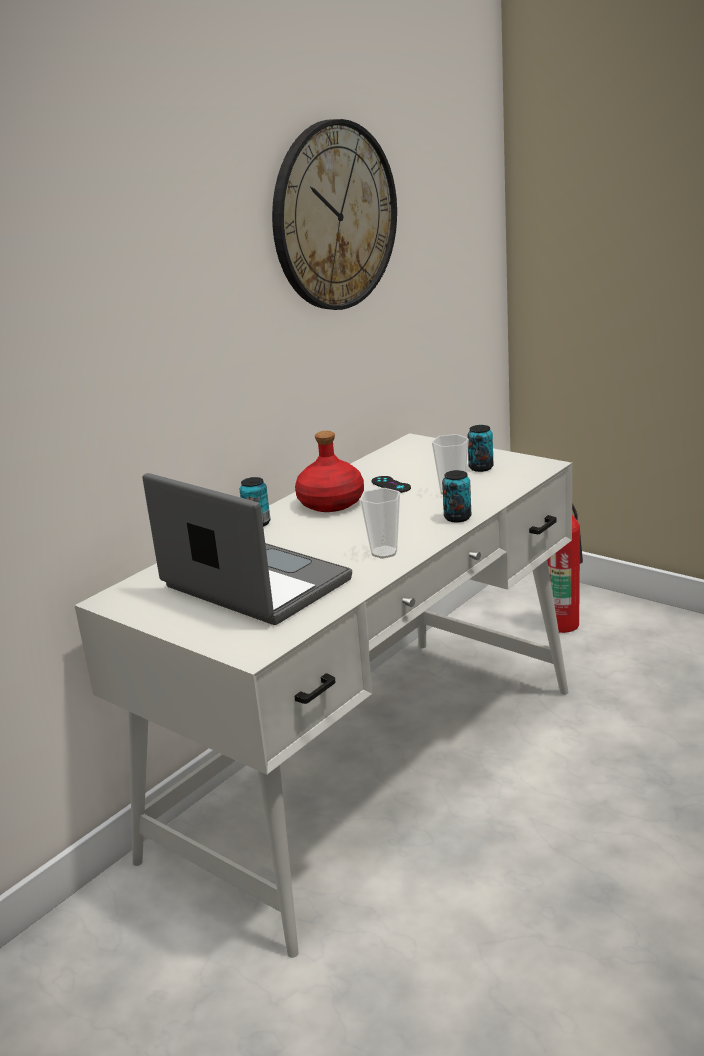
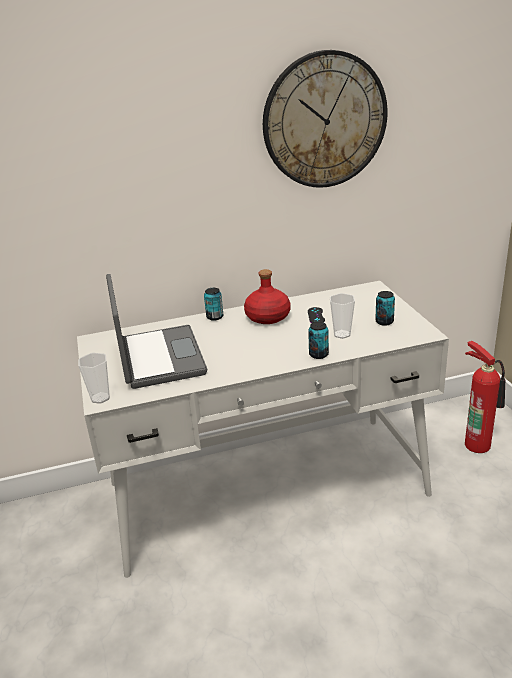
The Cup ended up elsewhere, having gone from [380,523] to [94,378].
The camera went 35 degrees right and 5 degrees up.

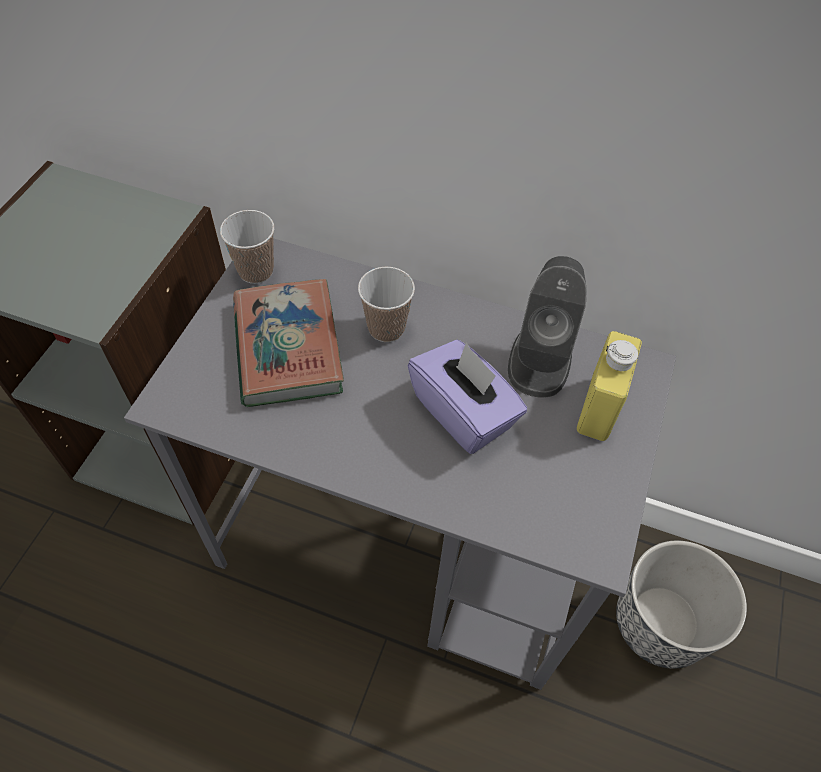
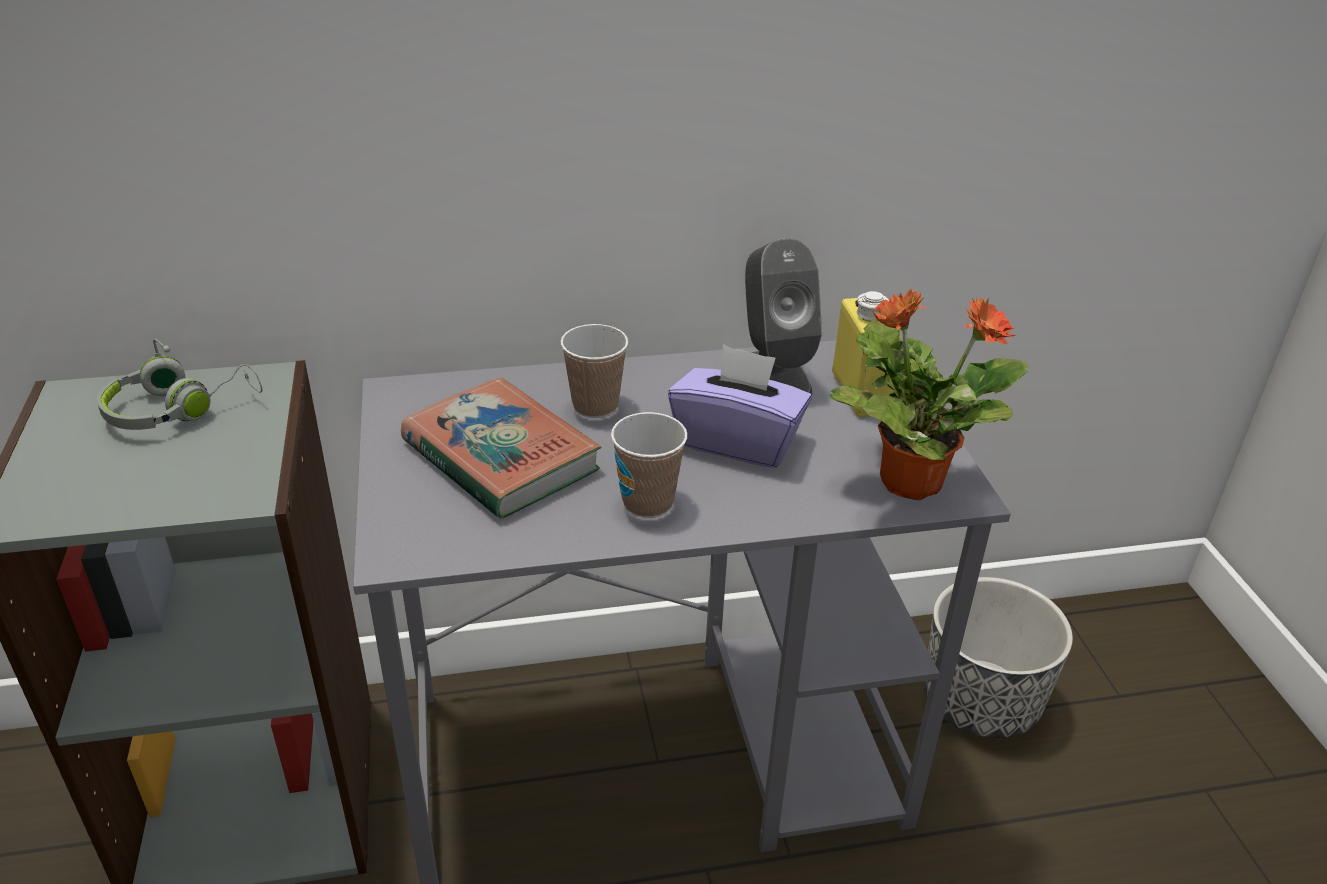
The second view gained the GreyHeadset at [179,384].
The Cup ended up elsewhere, having gone from [247,247] to [649,465].
The second view gained the PlantInAPot at [929,394].
The camera went 30 degrees left and 20 degrees down.

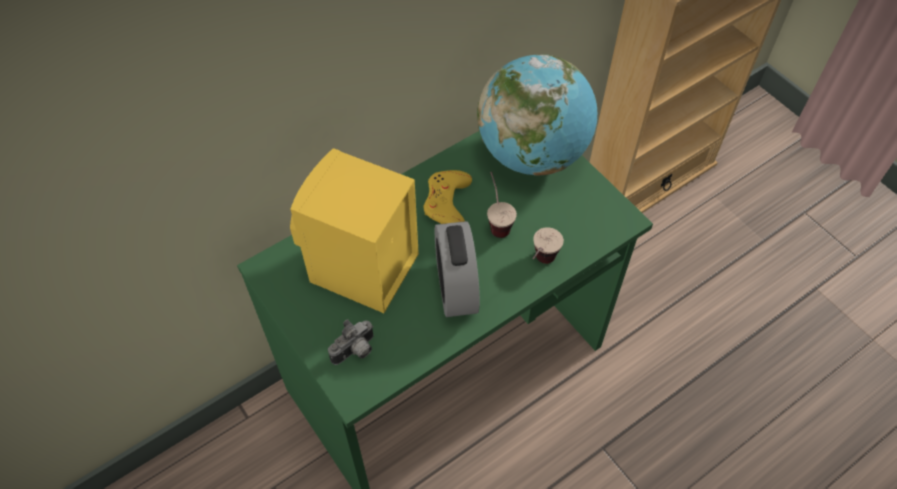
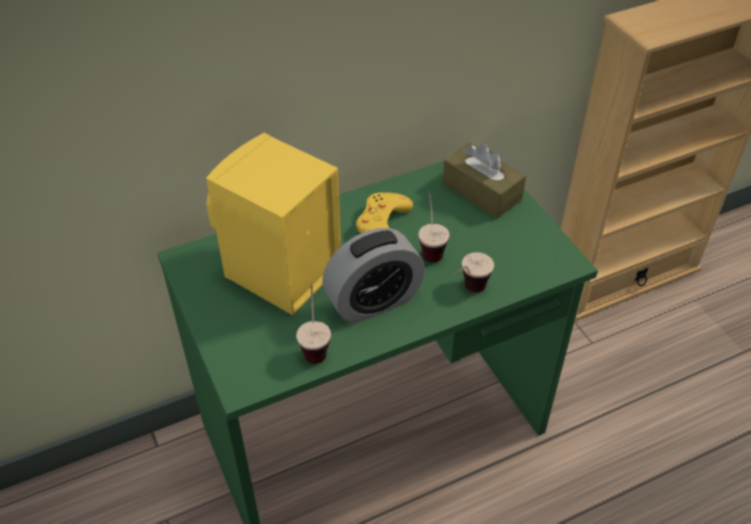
The second view gained the Cup at [313,324].
The BedsideClock at [457,269] ended up facing another way, 120 degrees counterclockwise from before.
Where the DeskGlobe stood at [537,115], the BrownColouredBoxOfTissues came to stand at [484,180].
The second view lost the PhotoCamera at [351,342].
The camera went 10 degrees right and 10 degrees down.

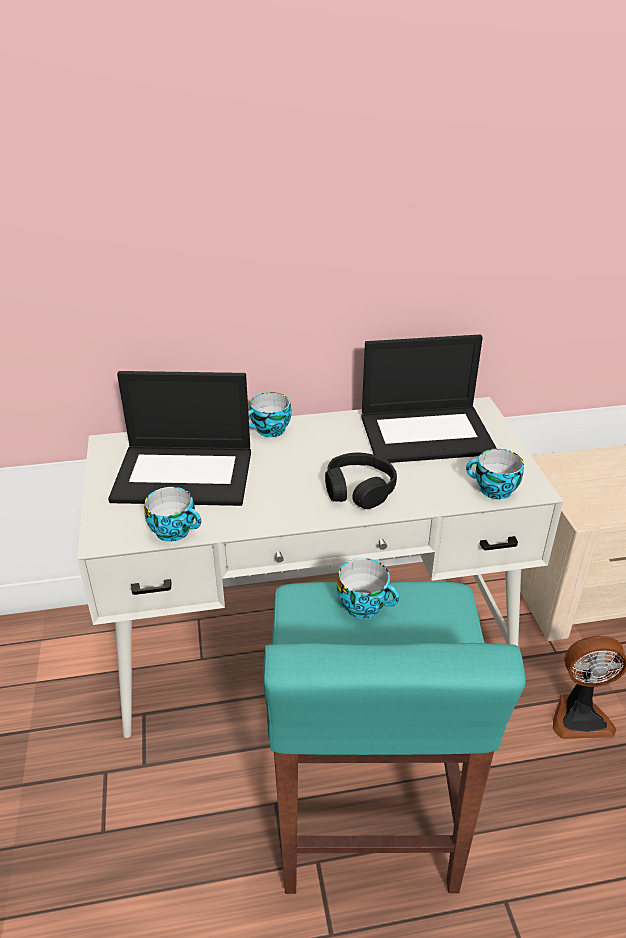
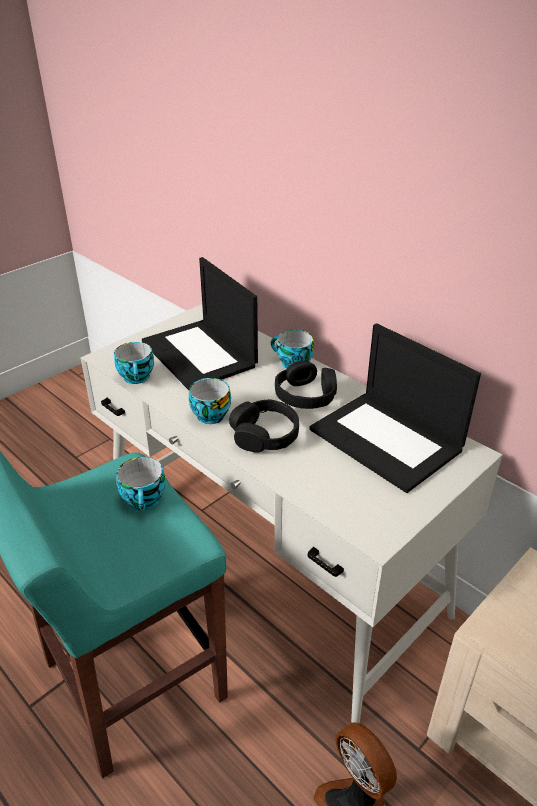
The Cup ended up elsewhere, having gone from [495,474] to [210,401].
The second view gained the BlackColouredHeadset at [306,384].
The camera went 55 degrees right and 0 degrees up.

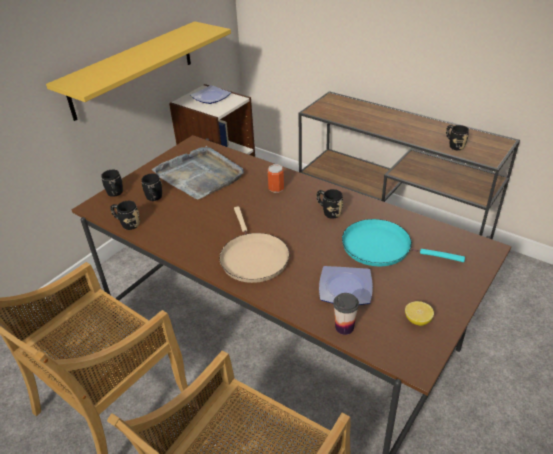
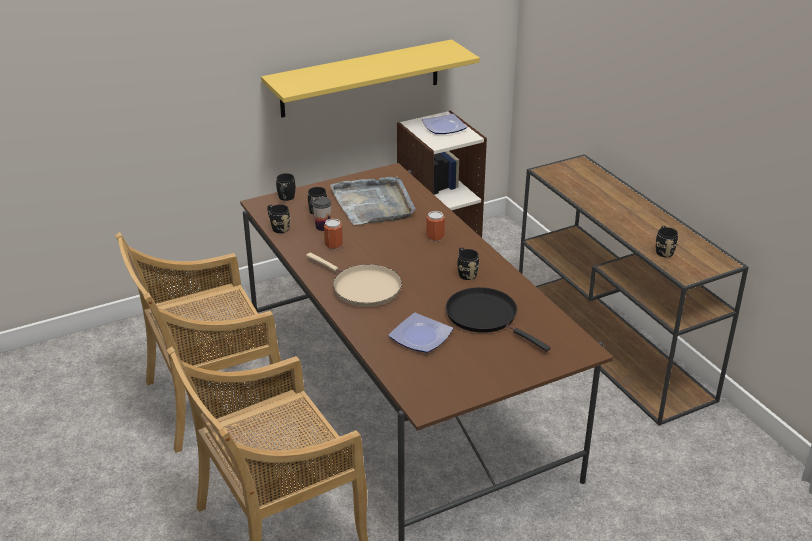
The BeigeSkillet at [254,244] ended up facing another way, 60 degrees counterclockwise from before.
The Cup ended up elsewhere, having gone from [346,314] to [322,214].
The second view gained the Can at [333,234].
What was the BlueGreenSkillet at [403,242] turned into the BlackColouredSkillet at [498,319].
The second view lost the Lemon at [419,313].
The camera went 25 degrees right and 5 degrees down.

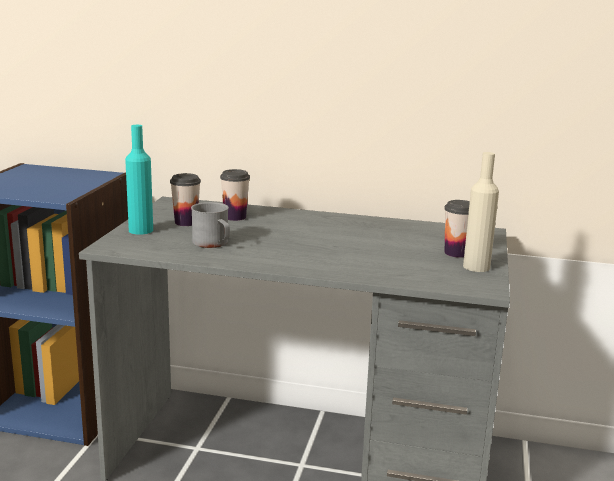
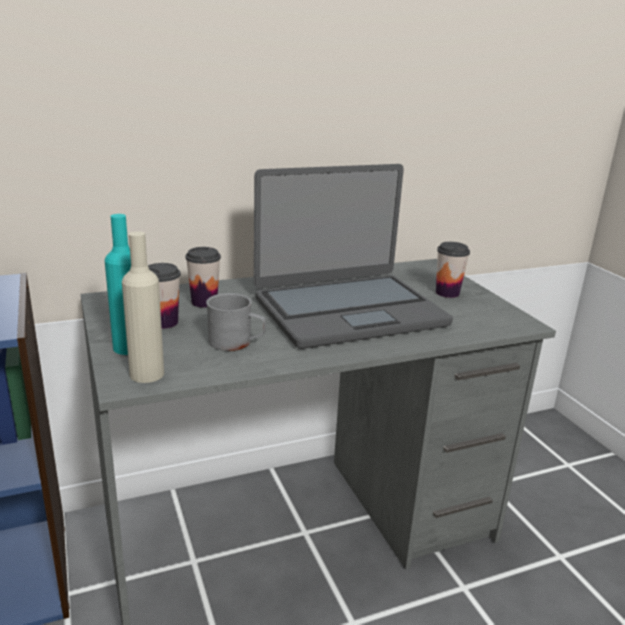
The BeigeBottle ended up elsewhere, having gone from [481,212] to [143,307].
The second view gained the NotebookComputer at [353,256].
The camera went 35 degrees left and 5 degrees up.

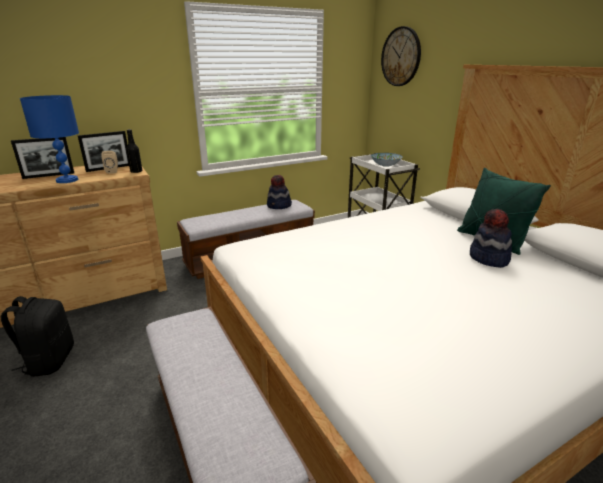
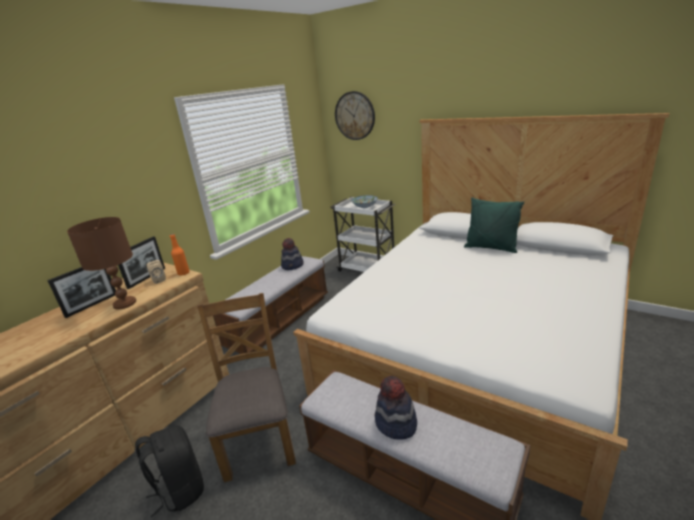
What was the BlueColouredLampForATable at [49,139] turned into the BrownColouredLampForATable at [101,263].
What was the BlackColouredBottle at [134,151] turned into the OrangeBottle at [180,255].
The second view gained the BrownColouredUprightChair at [247,387].
The ClothingHat ended up elsewhere, having gone from [491,238] to [396,408].
The camera went 25 degrees left and 0 degrees up.

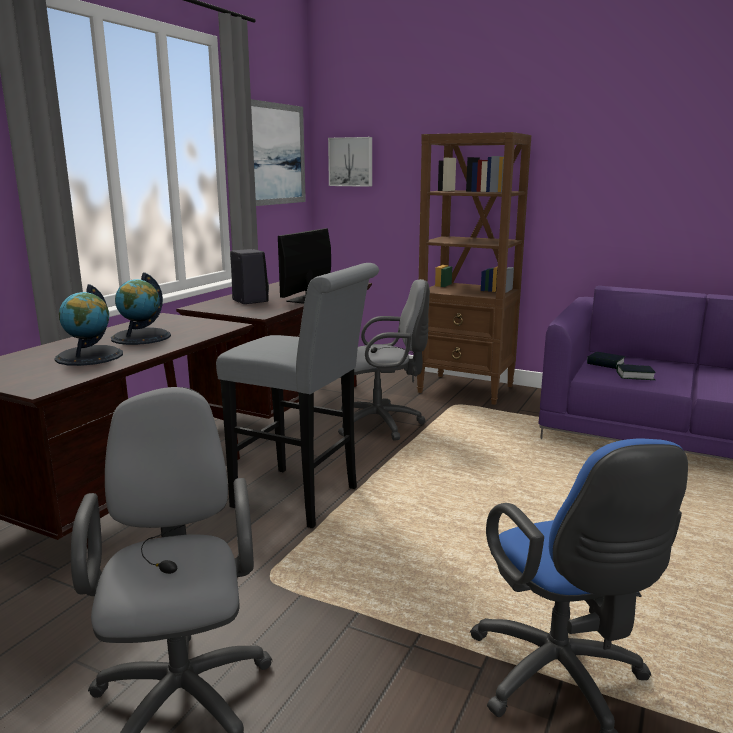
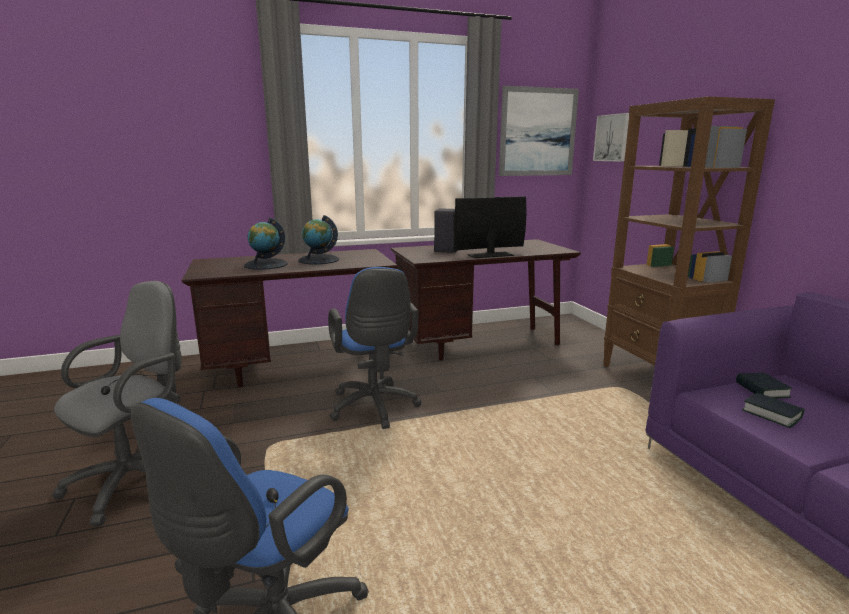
Where the GreyStool stood at [297,395], the BlueColouredComputerChair came to stand at [374,348].
The second view lost the GreyComputerChair at [384,360].
The camera went 45 degrees right and 0 degrees up.

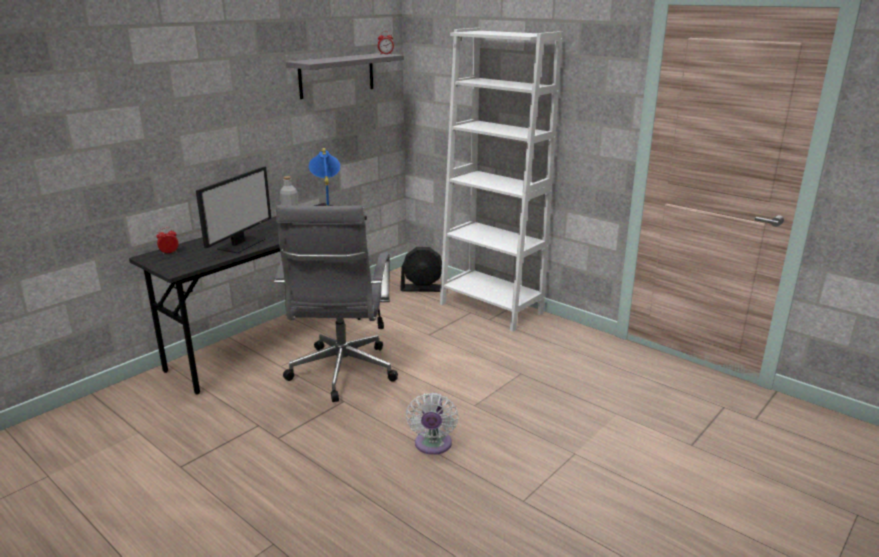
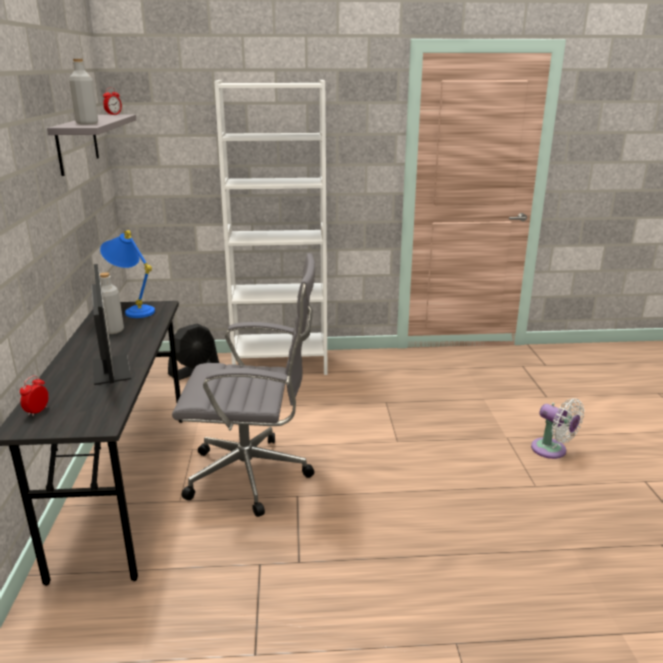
The second view gained the GreyBottle at [83,91].
The GreyComputerChair at [336,303] ended up facing another way, 45 degrees counterclockwise from before.
The WhitishCoolingFan ended up elsewhere, having gone from [432,424] to [557,428].
The camera went 45 degrees left and 0 degrees up.

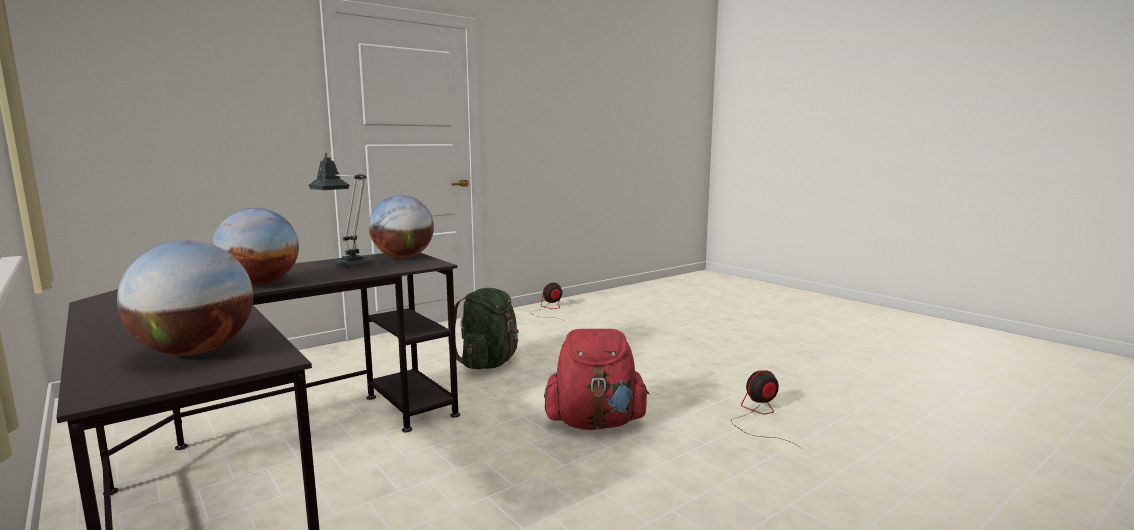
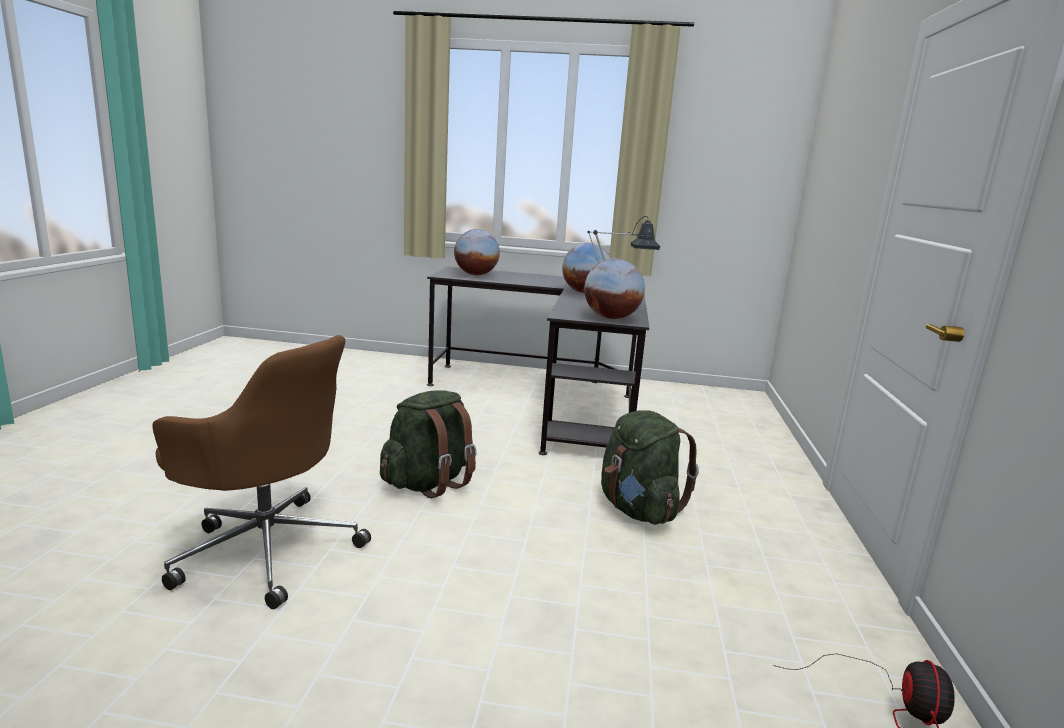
Where the CoolingFan stood at [766,409], the BrownColouredComputerChair came to stand at [262,472].
What was the ReddishBackpack at [597,379] turned into the GreenBackpack at [428,444].
The camera went 135 degrees right and 5 degrees up.

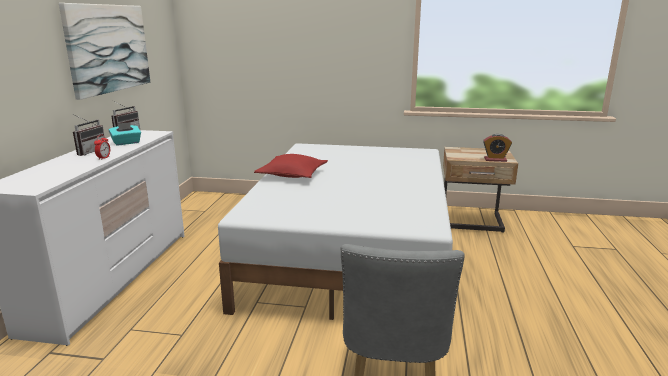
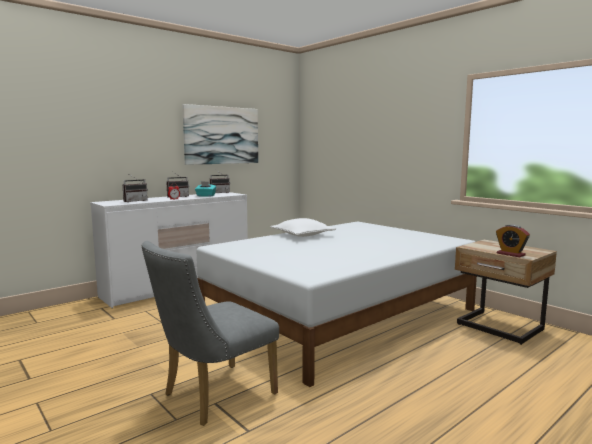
The second view gained the RadioSet at [135,188].
What was the ReddishPillow at [291,166] turned into the WhitishPillow at [303,227].
The camera went 40 degrees right and 10 degrees down.

